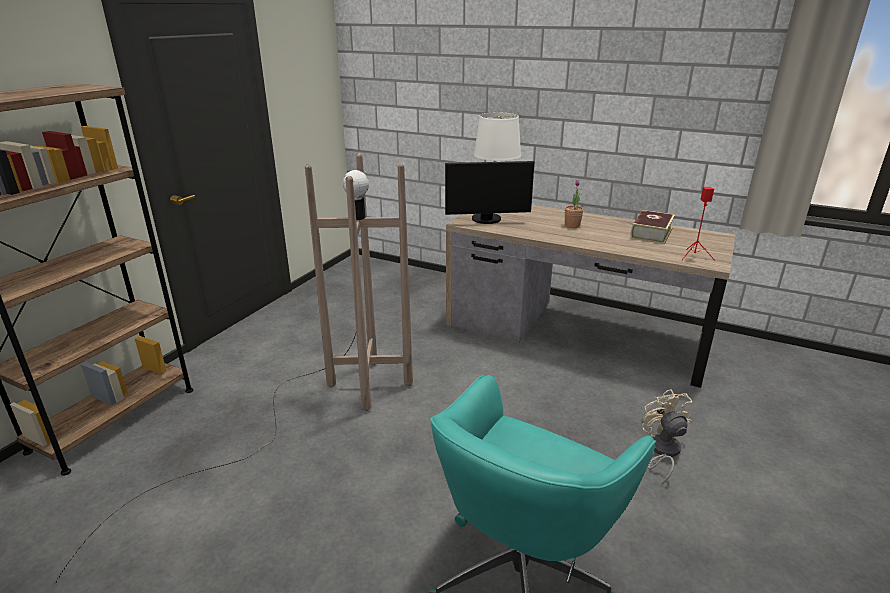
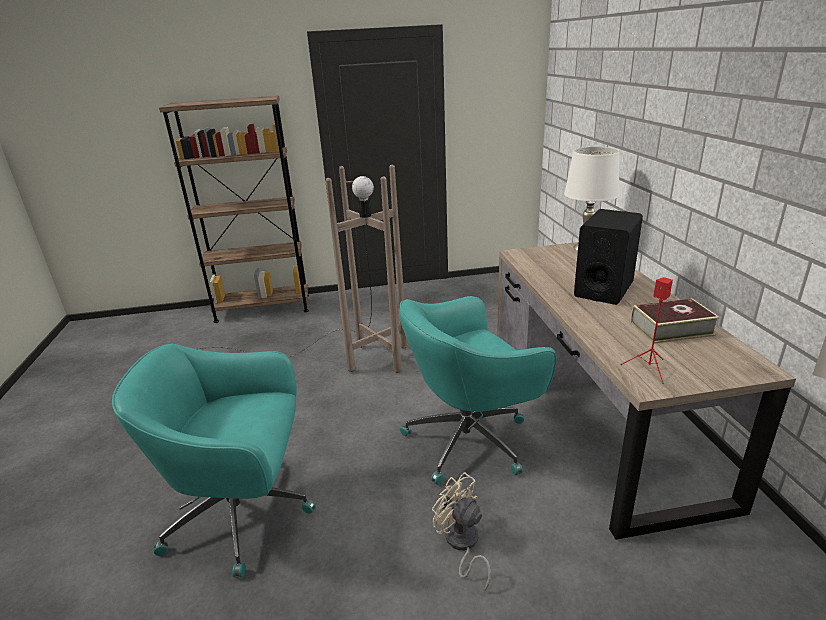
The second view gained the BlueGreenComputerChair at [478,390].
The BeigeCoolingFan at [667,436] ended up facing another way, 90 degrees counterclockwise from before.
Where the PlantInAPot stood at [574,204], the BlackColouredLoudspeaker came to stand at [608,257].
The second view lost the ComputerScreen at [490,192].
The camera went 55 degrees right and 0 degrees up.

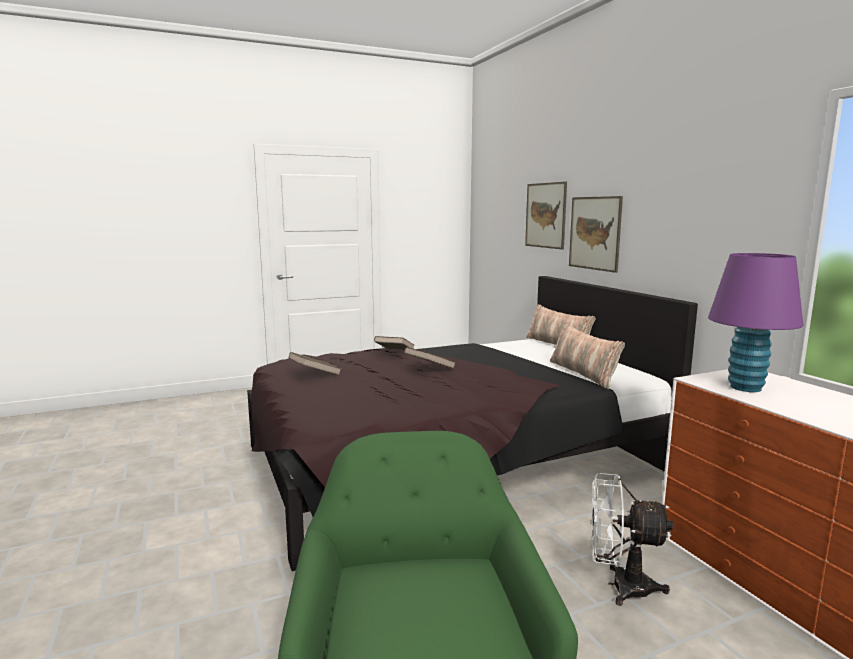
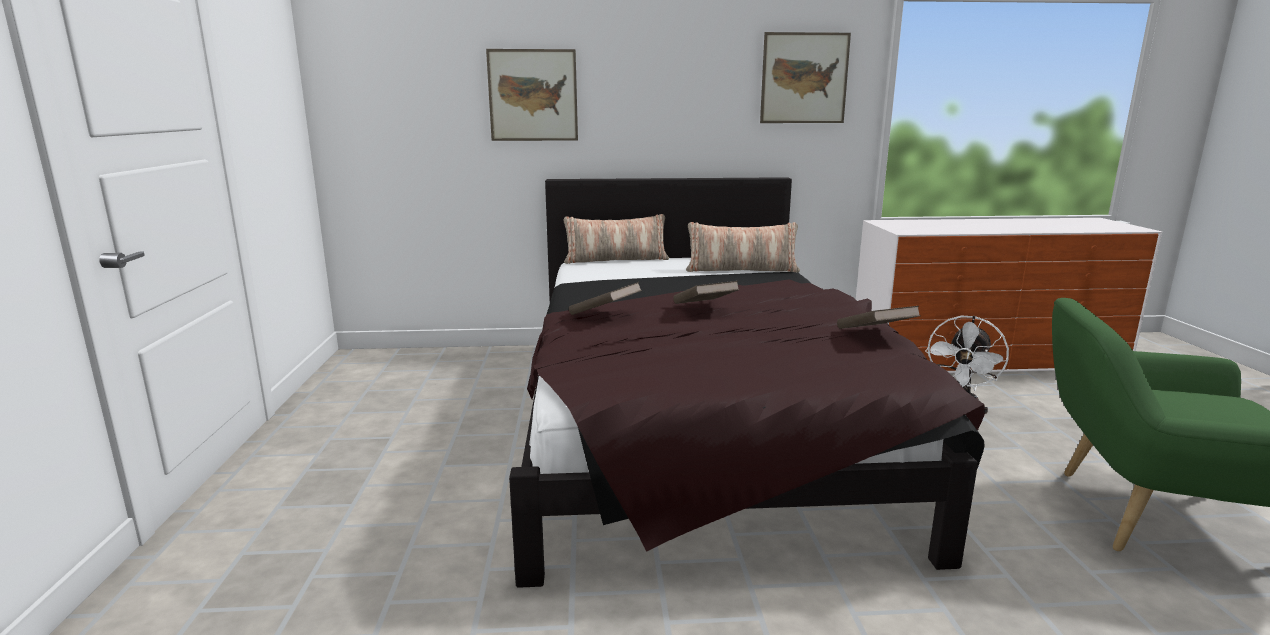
The WallPicture ended up elsewhere, having gone from [596,234] to [805,77].
The BrownColouredBook ended up elsewhere, having gone from [315,363] to [879,317].
The second view lost the PurpleColouredLampForATable at [755,322].
The camera went 70 degrees left and 5 degrees up.

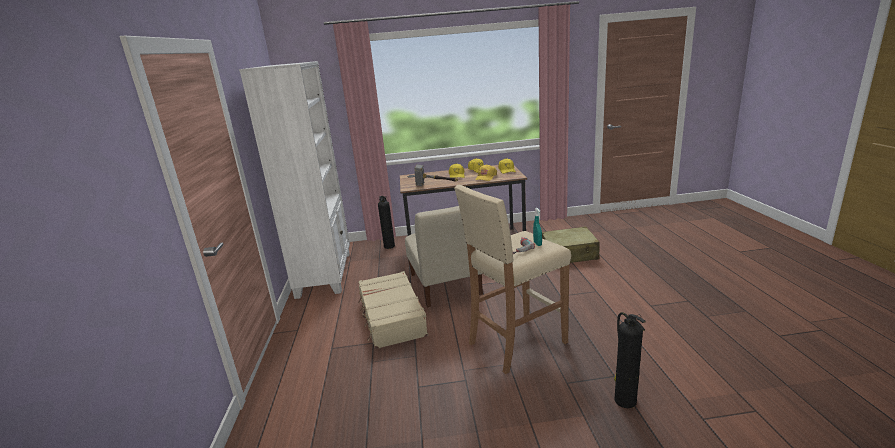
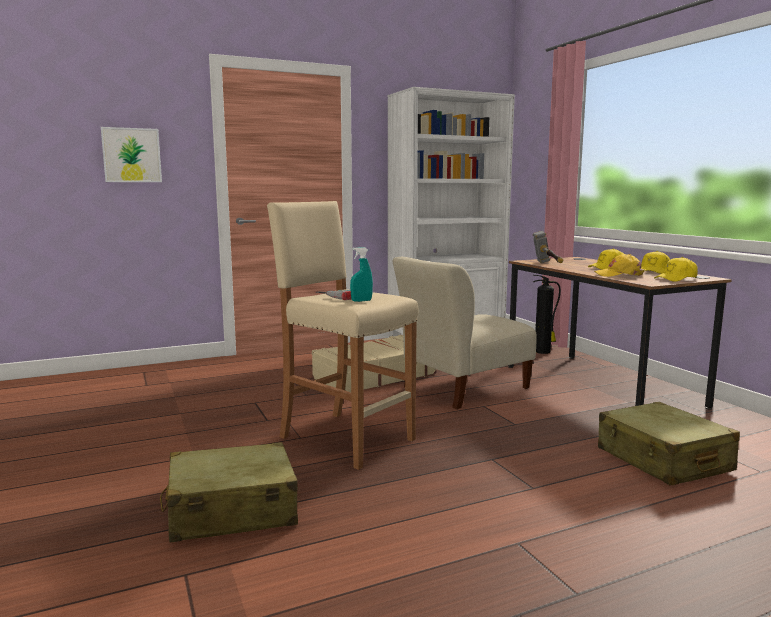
The second view gained the WallPicture at [131,154].
Where the Extinguisher stood at [630,360], the BeigePieceOfLuggage came to stand at [229,492].
The camera went 70 degrees right and 10 degrees down.

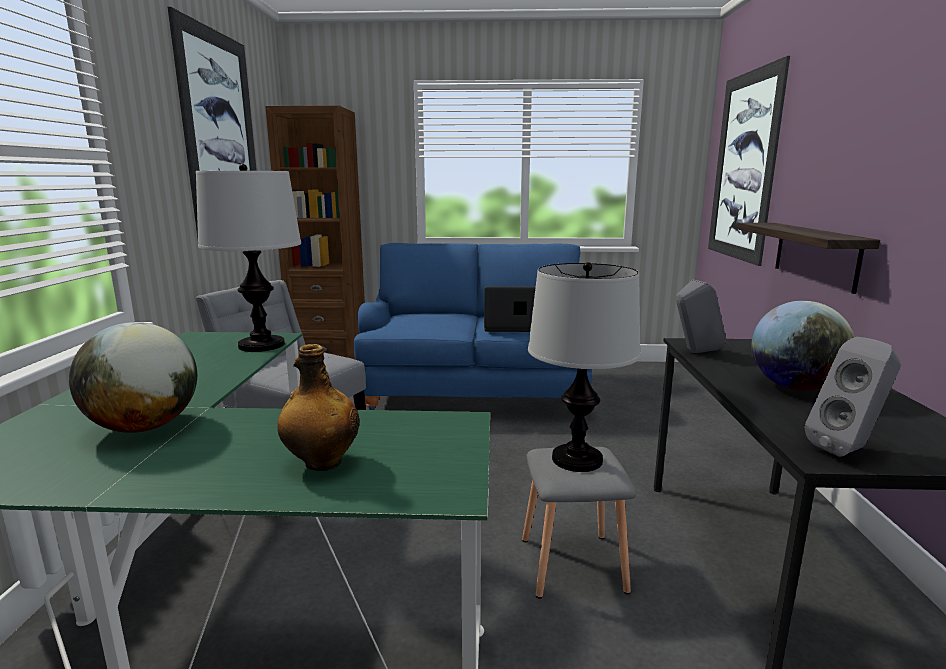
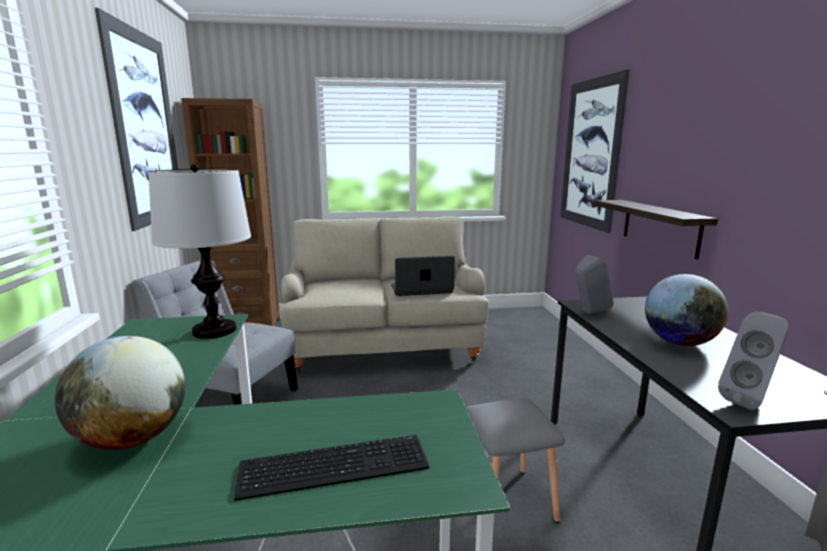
Where the Bottle stood at [318,407], the Keyboard came to stand at [331,468].
What was the BlueColouredSettee at [472,326] turned into the BeigeSettee at [384,294].
The second view lost the LampForATable at [584,367].
The camera went 10 degrees left and 0 degrees up.

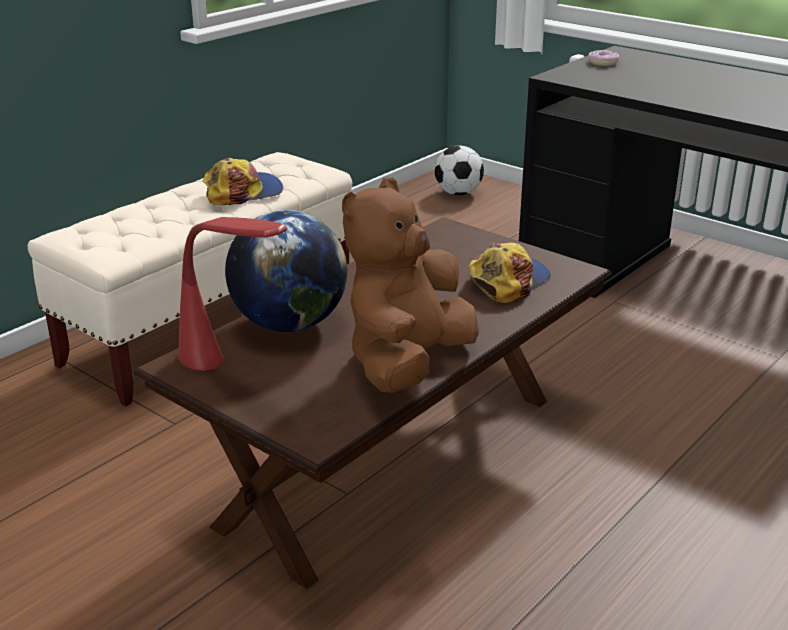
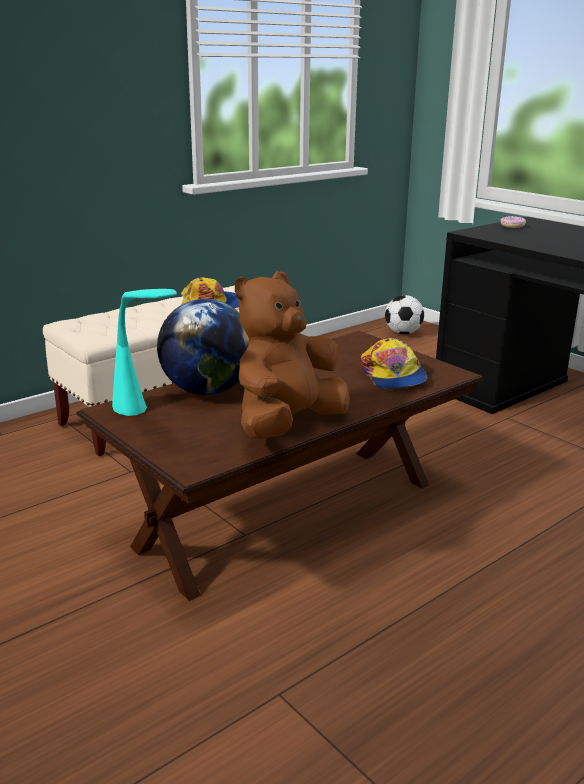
What was the ReddishLampForATable at [232,294] turned into the BlueGreenLampForATable at [144,352].
The BaseballCap at [509,272] ended up facing another way, 120 degrees clockwise from before.
The camera went 10 degrees right and 5 degrees down.

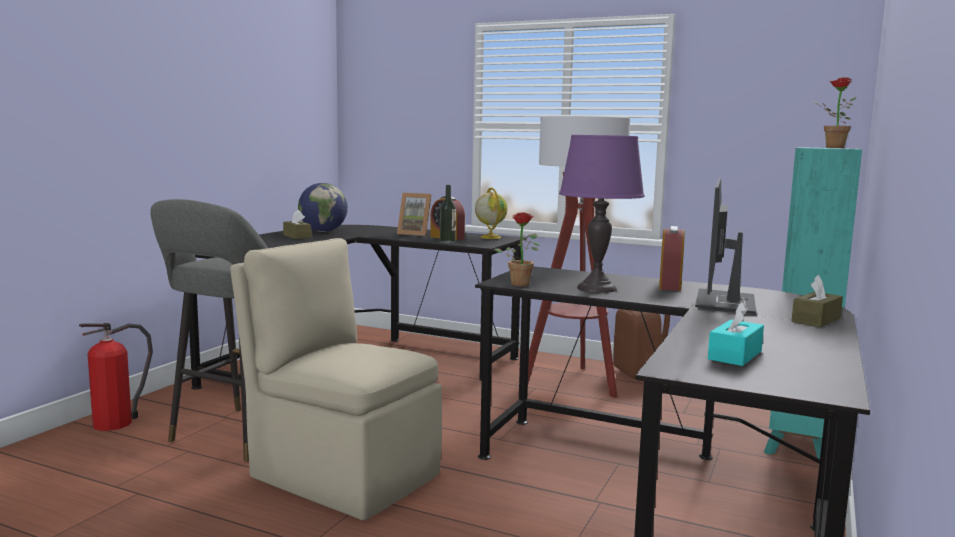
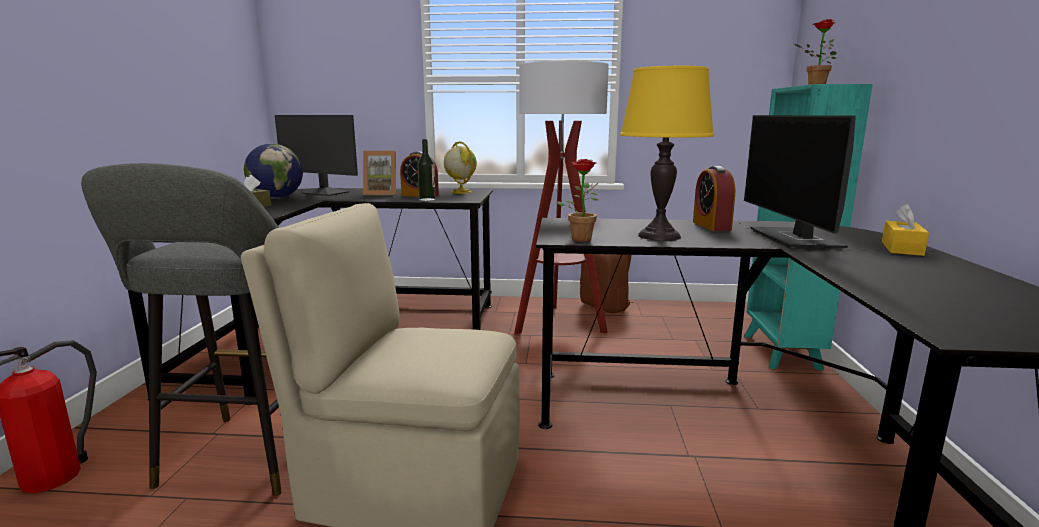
The second view gained the ComputerScreen at [316,155].
What was the PurpleColouredLampForATable at [602,214] turned into the YellowLampForATable at [667,153].
What was the BrownColouredBoxOfTissues at [817,301] turned into the YellowBoxOfTissues at [905,230].
The second view lost the BlueGreenBoxOfTissues at [736,334].
The camera went 20 degrees left and 5 degrees up.

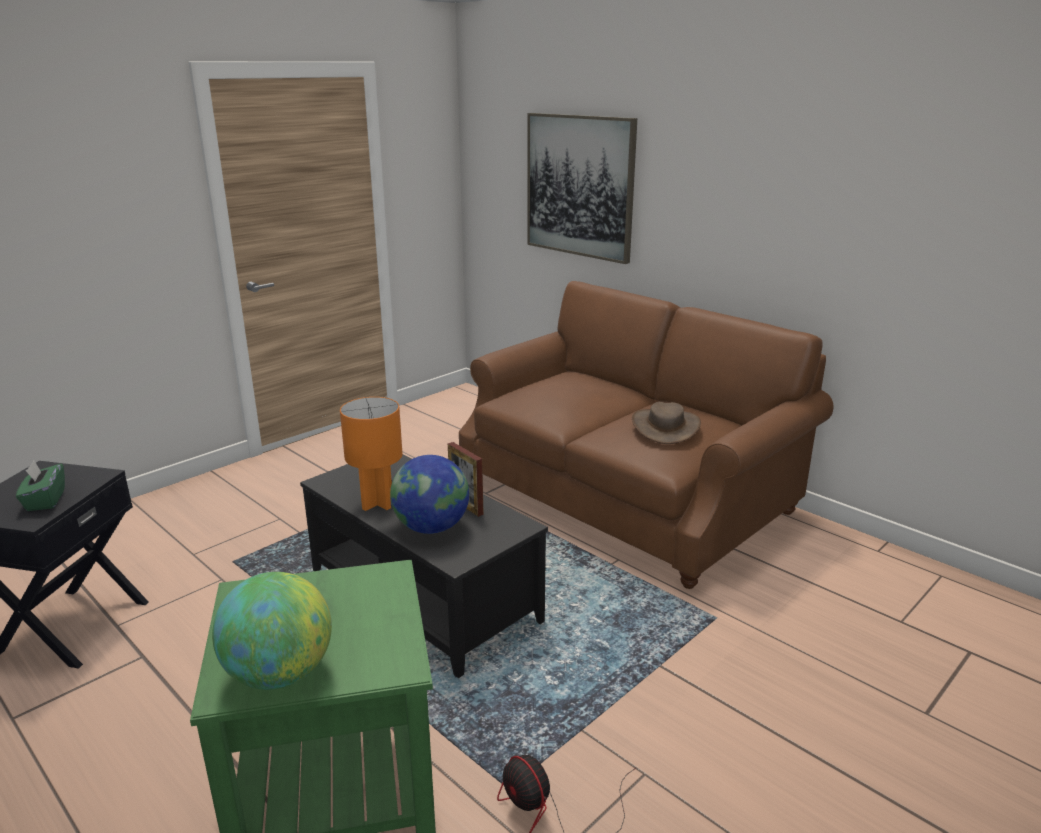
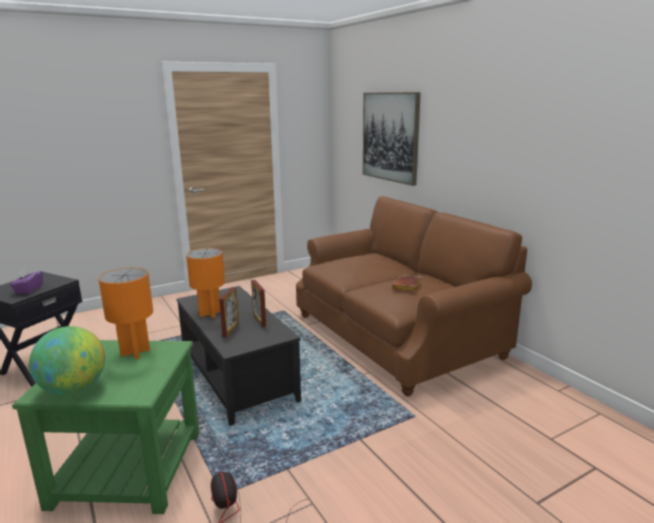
What was the GreenBoxOfTissues at [40,486] turned into the PurpleColouredBoxOfTissues at [26,280].
The second view gained the OrangeLampForATable at [126,313].
Where the DeskGlobe stood at [429,494], the PictureFrame came to stand at [229,312].
Where the BrownColouredClothingHat stood at [666,423], the BrownColouredBook came to stand at [407,283].
The camera went 15 degrees right and 5 degrees down.

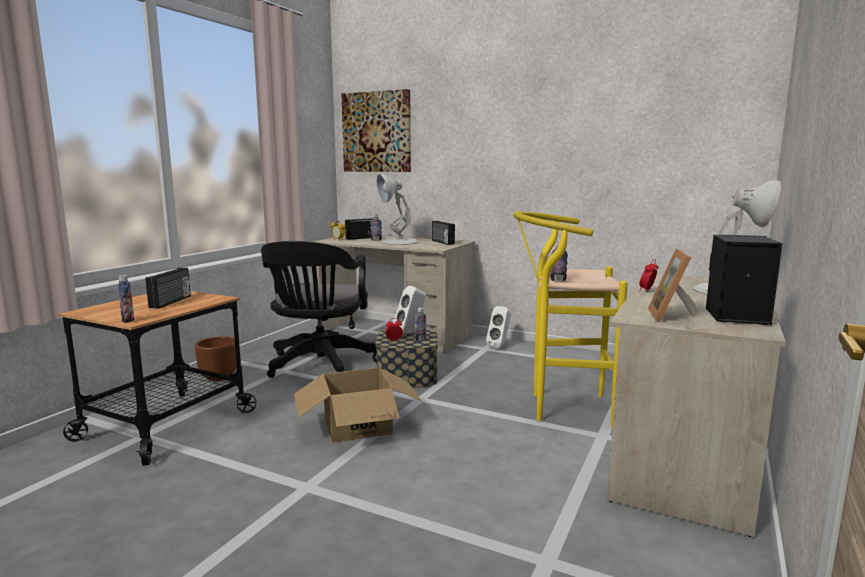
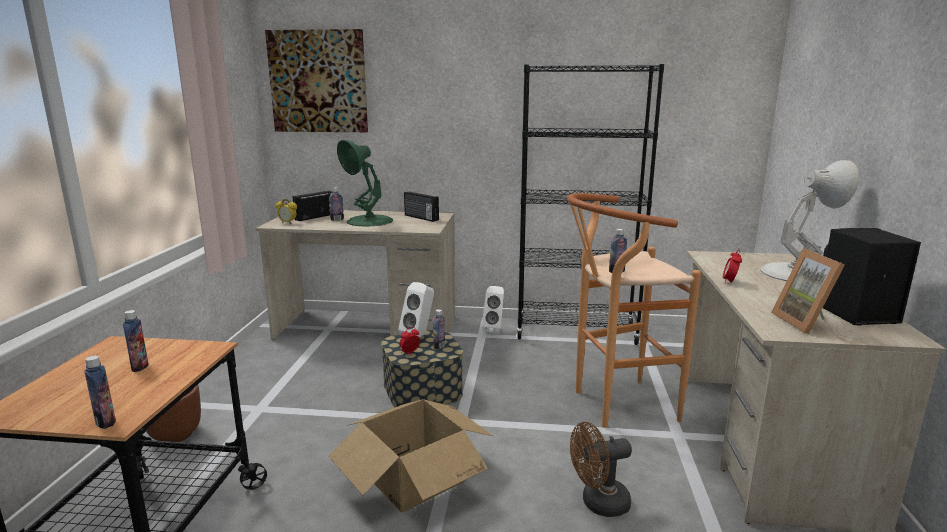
Where the RadioSet stood at [168,288], the Bottle came to stand at [136,341].
What was the WhitishLampForATable at [398,209] turned into the GreenLampForATable at [365,183].
The second view gained the BlackColouredBookcase at [590,204].
What was the YellowStool at [570,319] turned into the BrownColouredStool at [634,310].
The second view gained the BrownColouredCoolingFan at [601,469].
The second view lost the BlackColouredComputerChair at [319,309].
The camera went 20 degrees left and 5 degrees up.

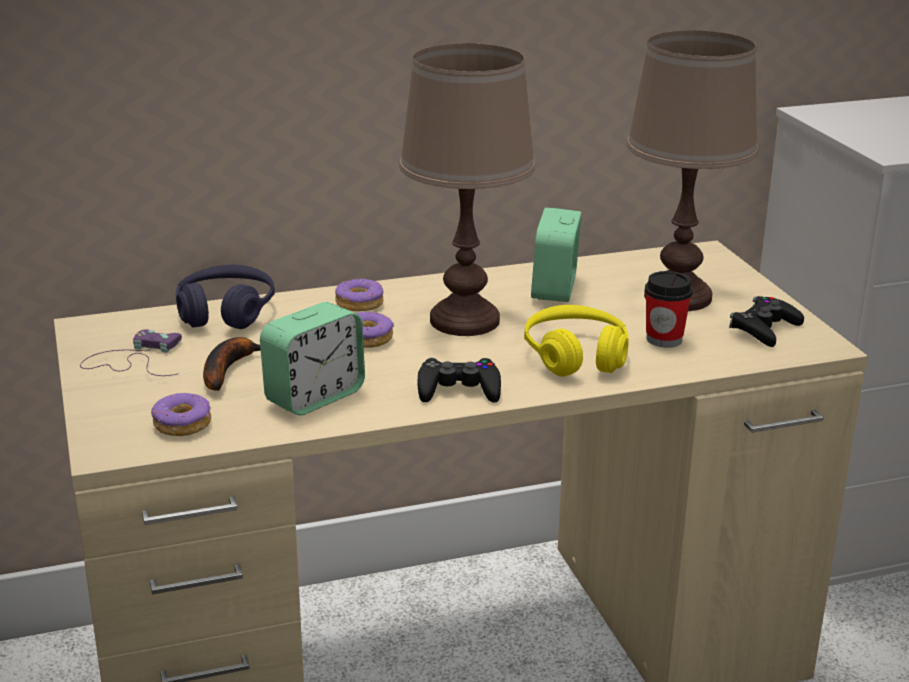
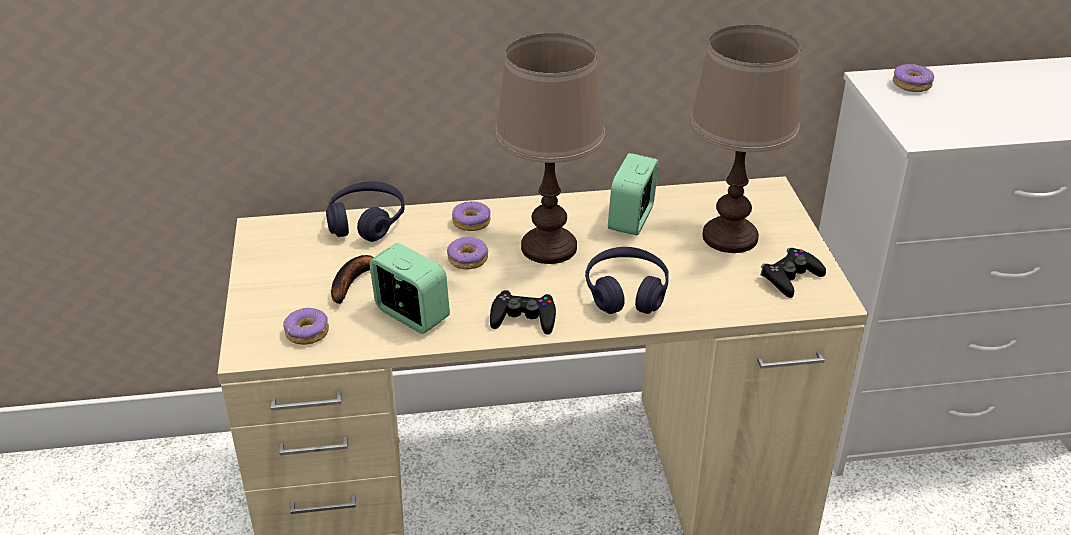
The BedsideClock at [312,358] ended up facing another way, 105 degrees counterclockwise from before.
What was the YellowHeadset at [576,341] turned into the PurpleColouredHeadset at [627,280].
The second view gained the Donut at [913,78].
The second view lost the PurpleColouredGameController at [131,352].
The second view lost the Cup at [669,309].
The camera went 10 degrees right and 10 degrees up.

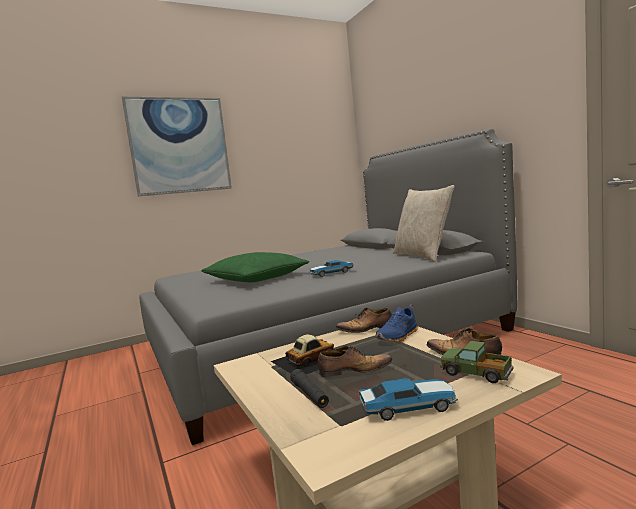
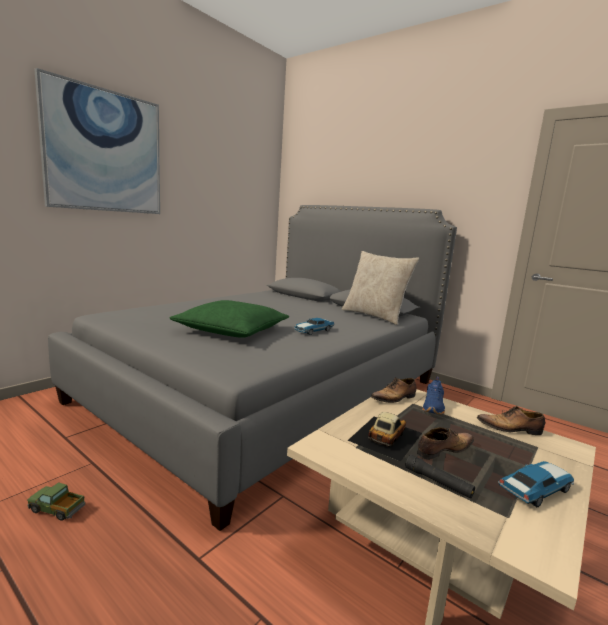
The ToyTruck ended up elsewhere, having gone from [476,362] to [56,501].
The camera went 25 degrees left and 5 degrees up.

